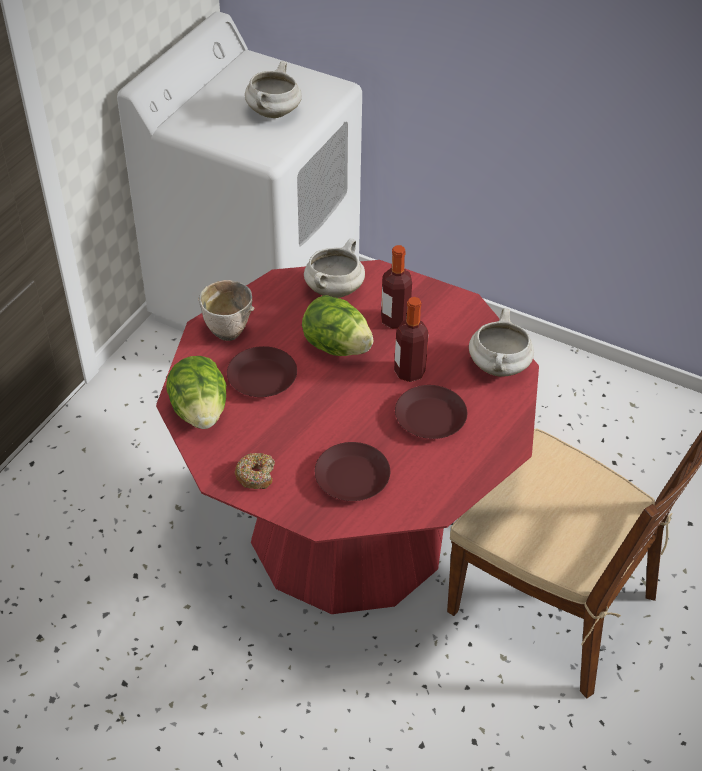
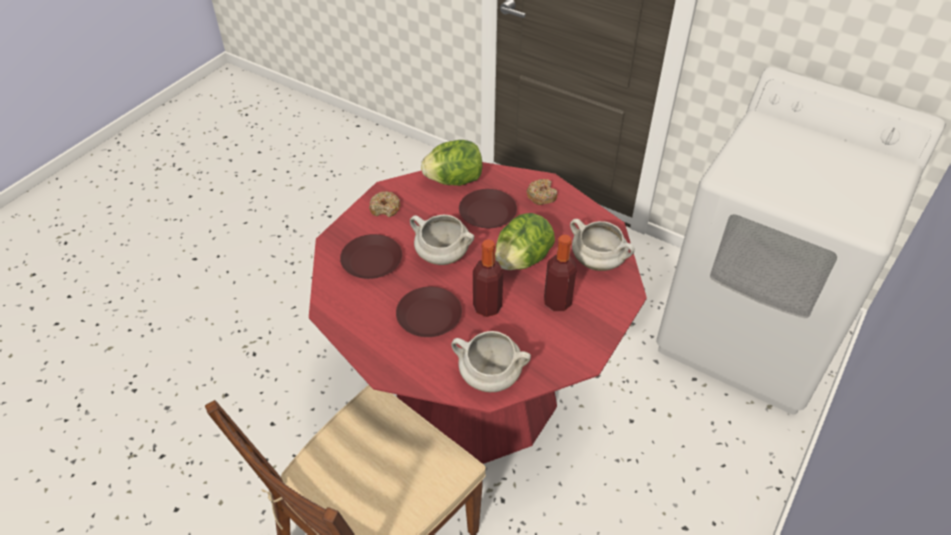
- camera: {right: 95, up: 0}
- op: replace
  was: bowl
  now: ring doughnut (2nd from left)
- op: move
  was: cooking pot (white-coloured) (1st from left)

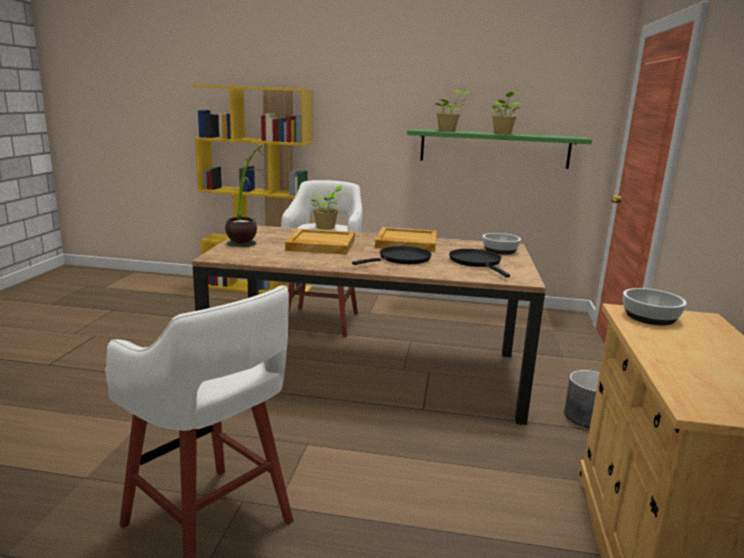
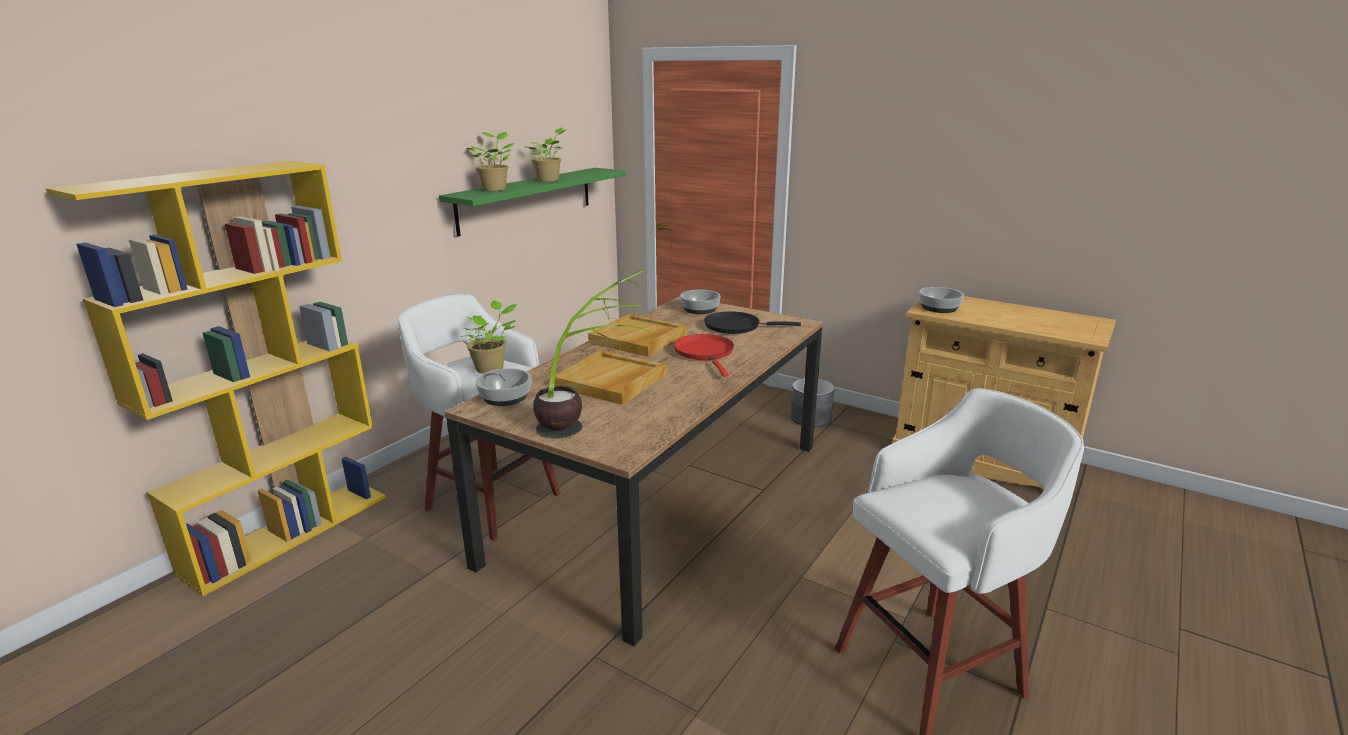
- camera: {right: -65, up: 5}
- op: recolor
  was: pan (black) (1st from left)
  now: pan (reddish)
- op: insert
  now: bowl (1st from left)

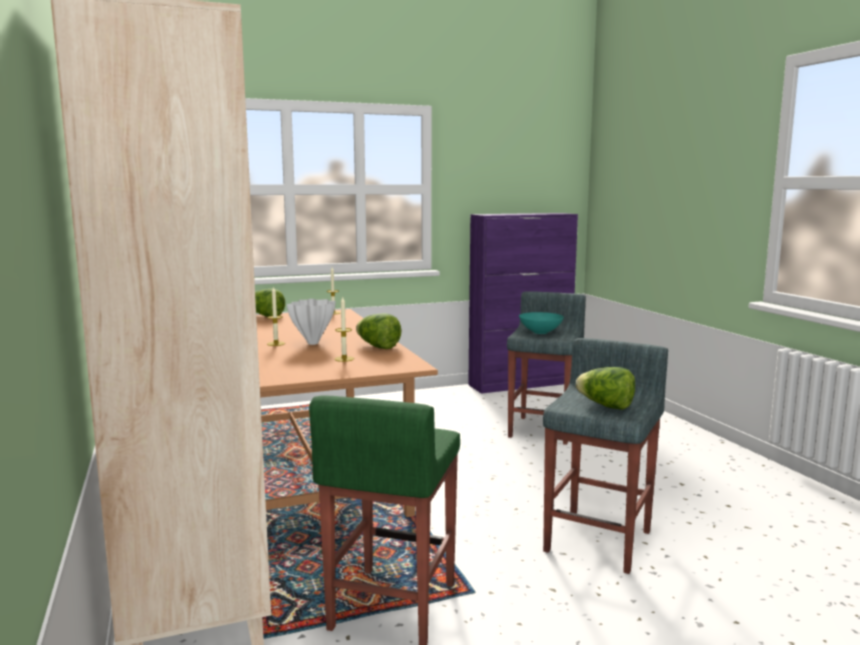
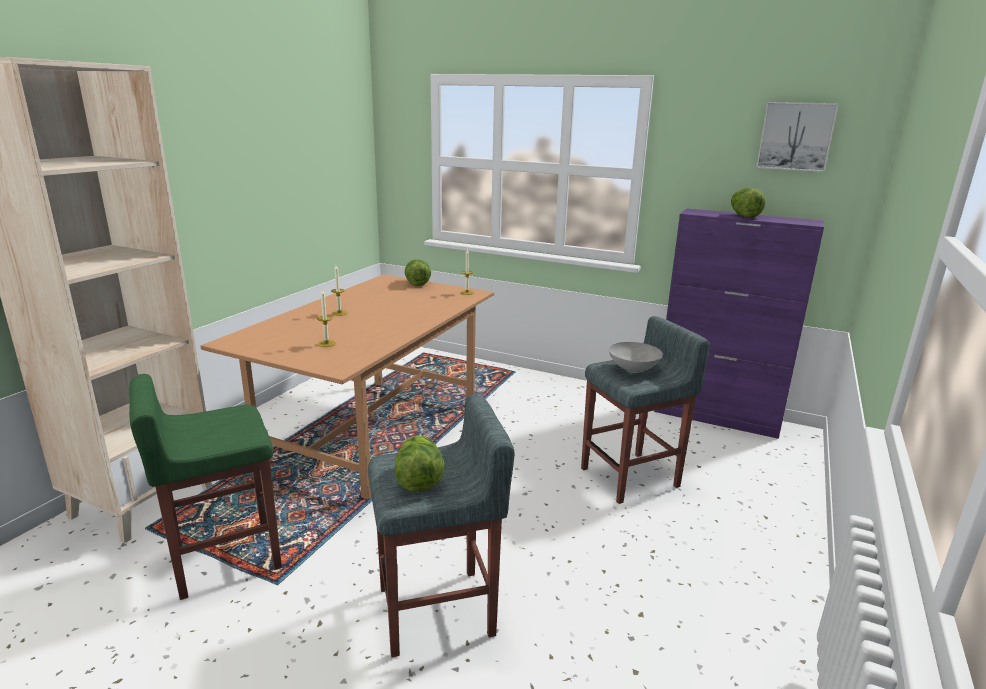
- camera: {right: 45, up: 10}
- op: delete
  was: vase (white-coloured)
- op: move
  was: lettuce (2nd from left in the first image)
  now: lettuce (3rd from left)
- op: recolor
  was: bowl (turquoise)
  now: bowl (gray)
- op: insert
  now: picture

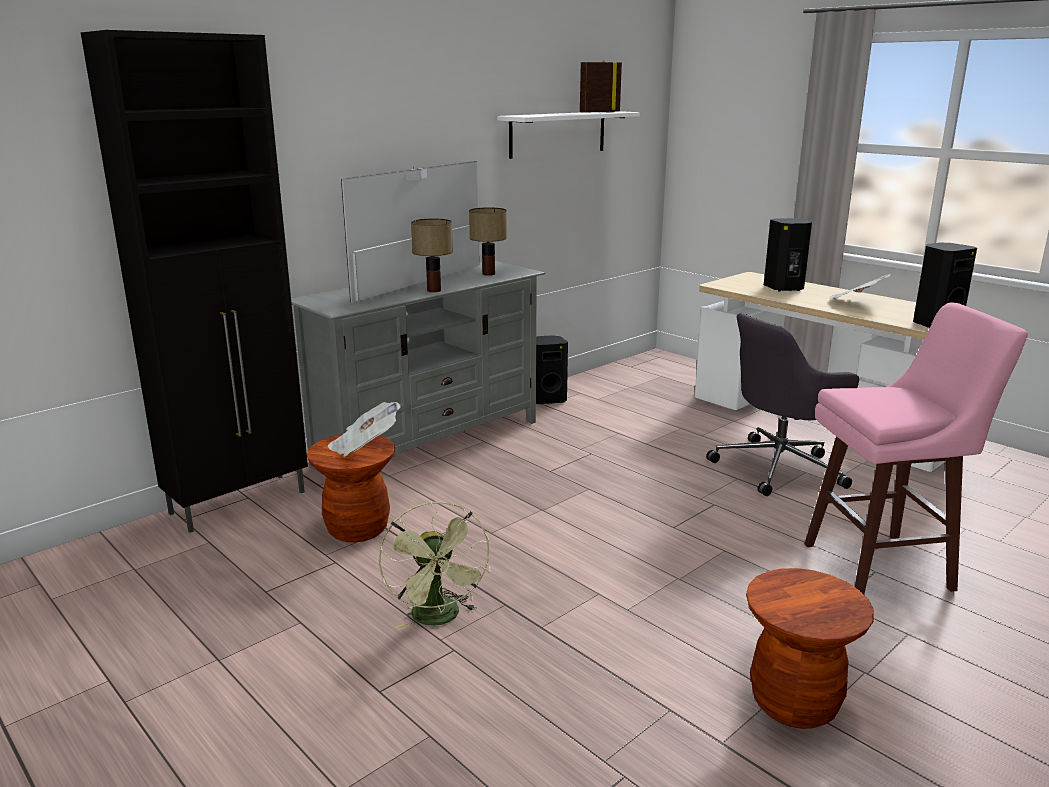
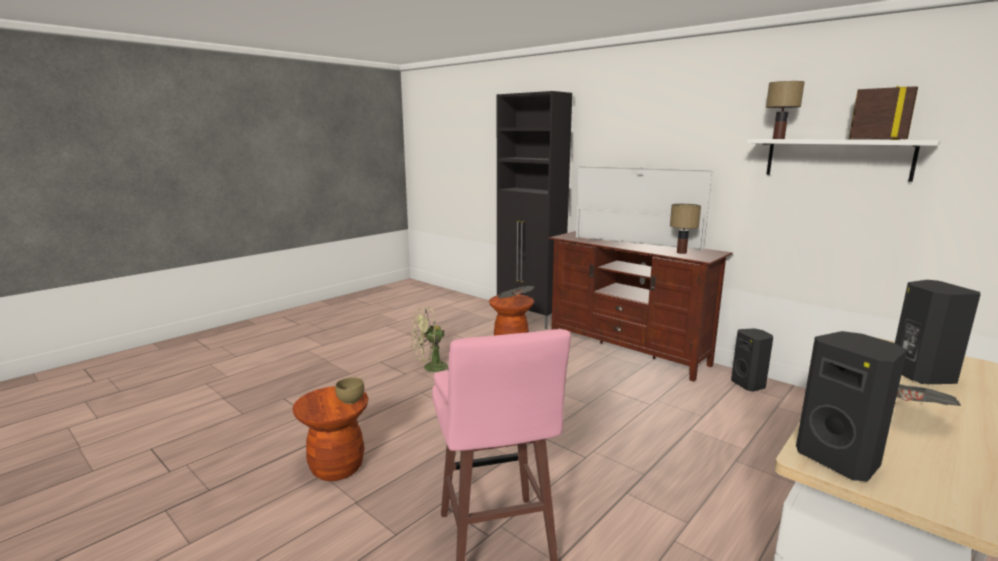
- camera: {right: 85, up: -5}
- op: recolor
  was: media console (gray)
  now: media console (brownish)
- op: move
  was: lamp for a table (1st from left in the first image)
  now: lamp for a table (2nd from left)
- op: delete
  was: office chair (gray)
- op: insert
  now: bowl (brownish)

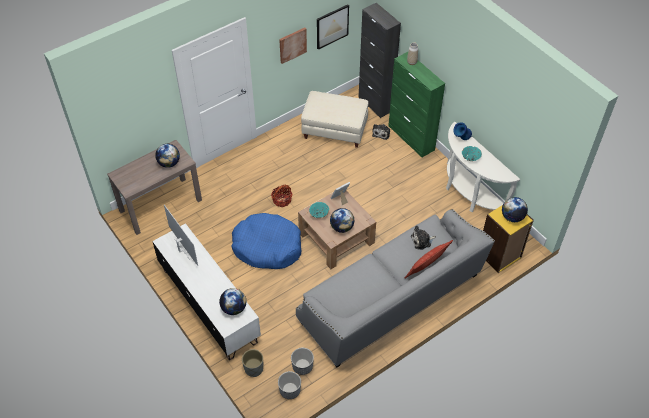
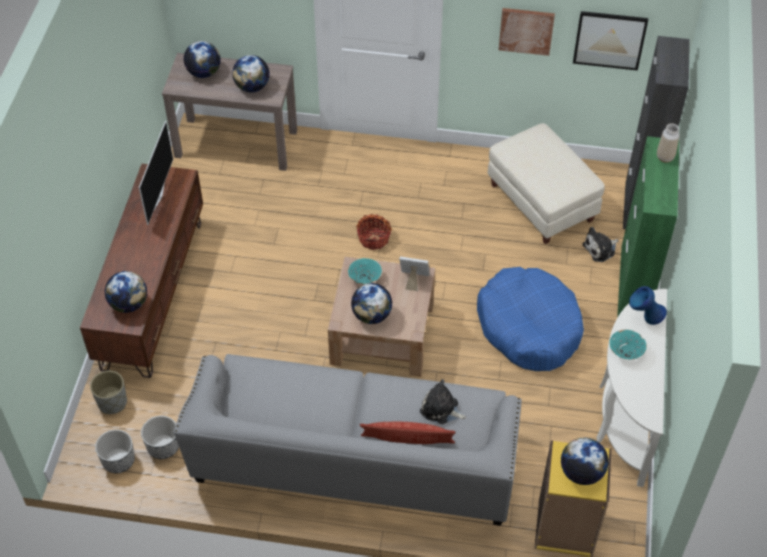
- camera: {right: 45, up: 0}
- op: recolor
  was: media console (white-coloured)
  now: media console (brownish)
- op: move
  was: dog cushion (blue)
- op: insert
  now: world globe (2nd from left)

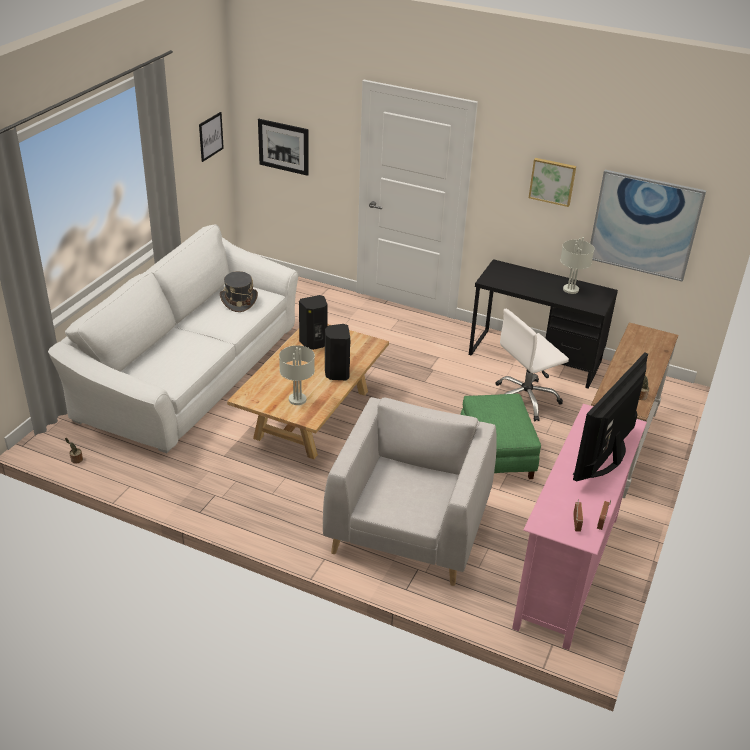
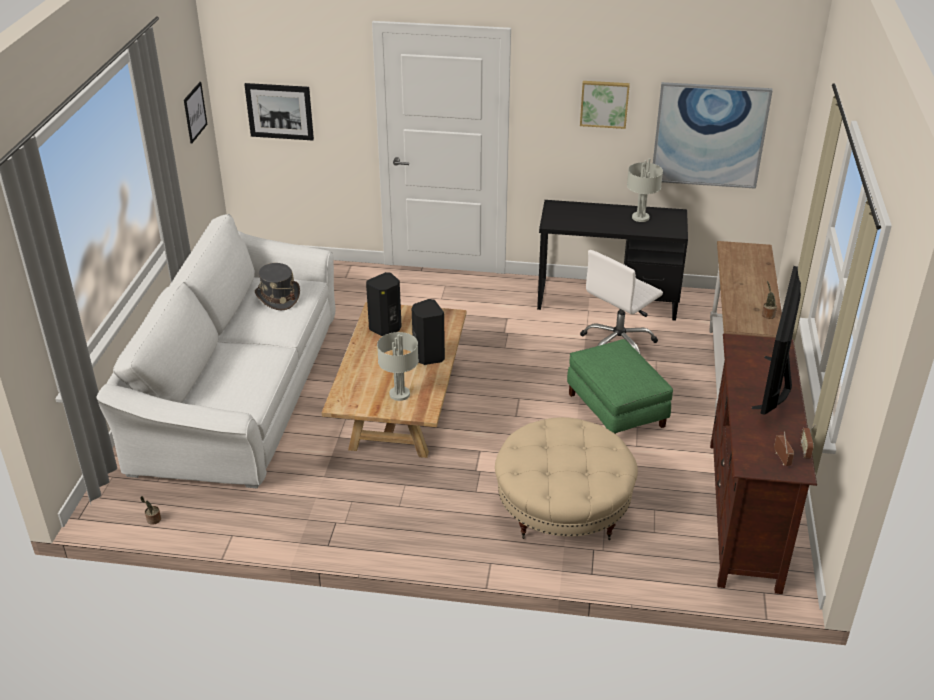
- camera: {right: -15, up: 0}
- op: replace
  was: lounge chair (gray)
  now: pouffe (beige)
- op: recolor
  was: media console (pinkish)
  now: media console (brownish)

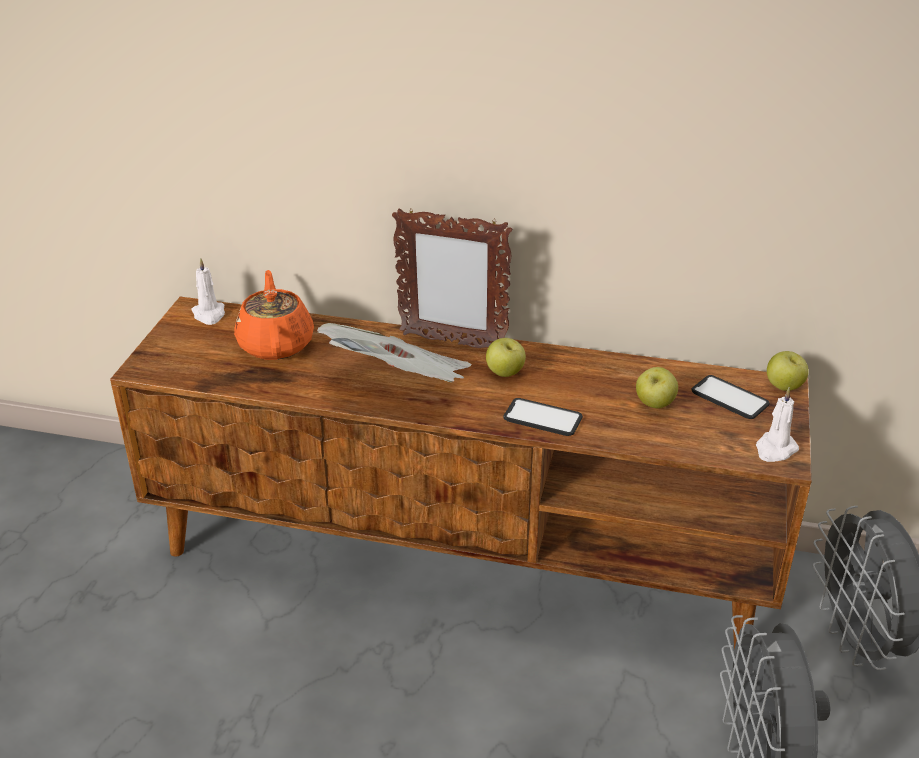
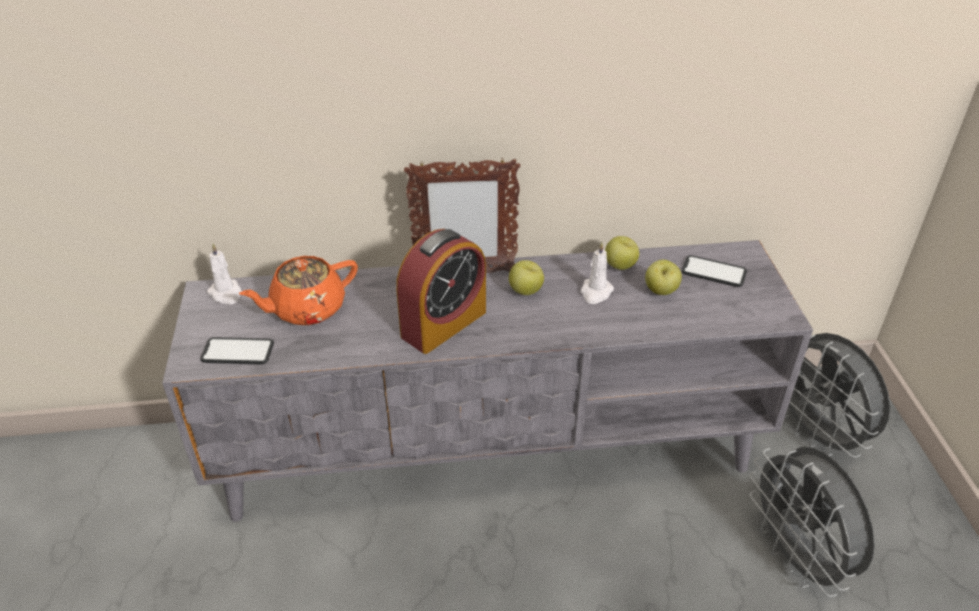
- camera: {right: -20, up: 5}
- op: recolor
  was: media console (brownish)
  now: media console (gray)
- op: rotate
  was: teapot (orange)
  clockwise: -90
- op: replace
  was: newspaper
  now: alarm clock
- op: move
  was: handset (1st from left)
- op: move
  was: candle (white-coloured) (2nd from left)
- op: move
  was: whole apple (3rd from left in the first image)
  now: whole apple (2nd from left)

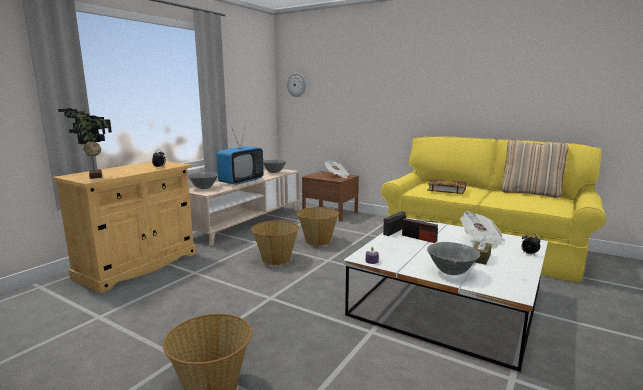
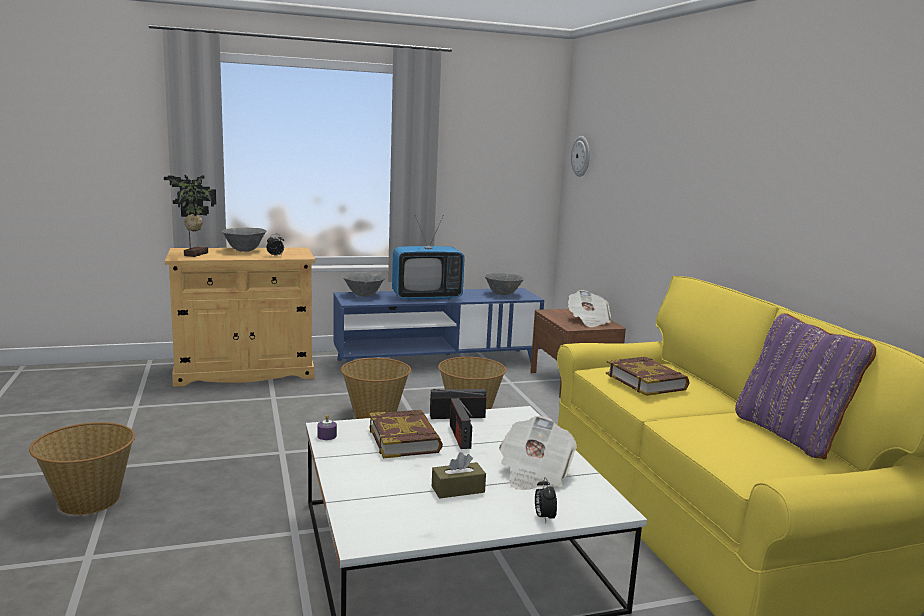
- camera: {right: 40, up: 0}
- op: recolor
  was: media console (beige)
  now: media console (blue)
- op: move
  was: bowl (gray) (3rd from left in the first image)
  now: bowl (gray) (1st from left)
- op: recolor
  was: throw pillow (beige)
  now: throw pillow (purple-coloured)
- op: insert
  now: volume (1st from left)

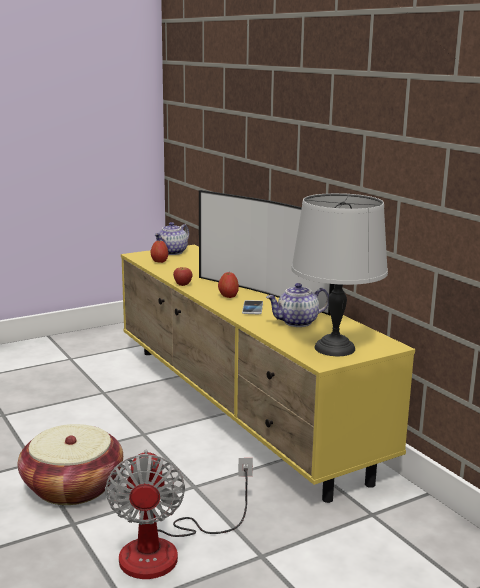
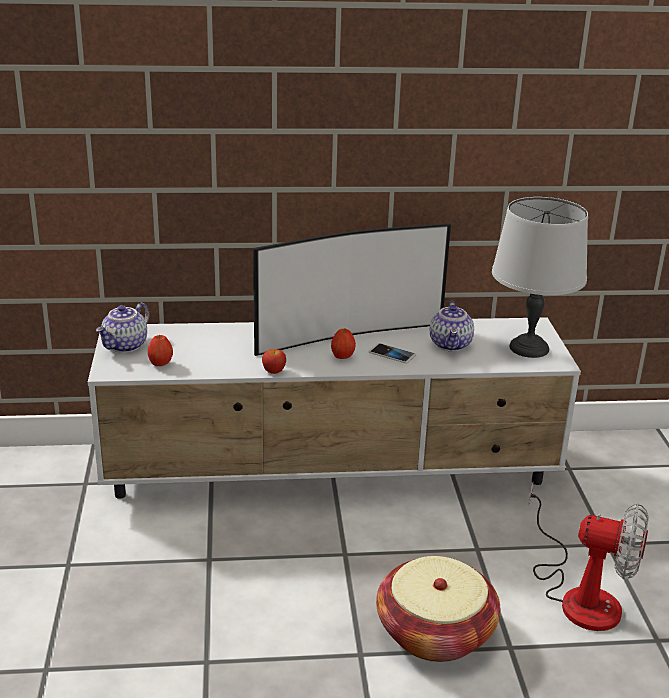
- camera: {right: -65, up: 10}
- op: recolor
  was: media console (yellow-coloured)
  now: media console (white-coloured)
- op: rotate
  was: teapot (1st from left)
  clockwise: 60

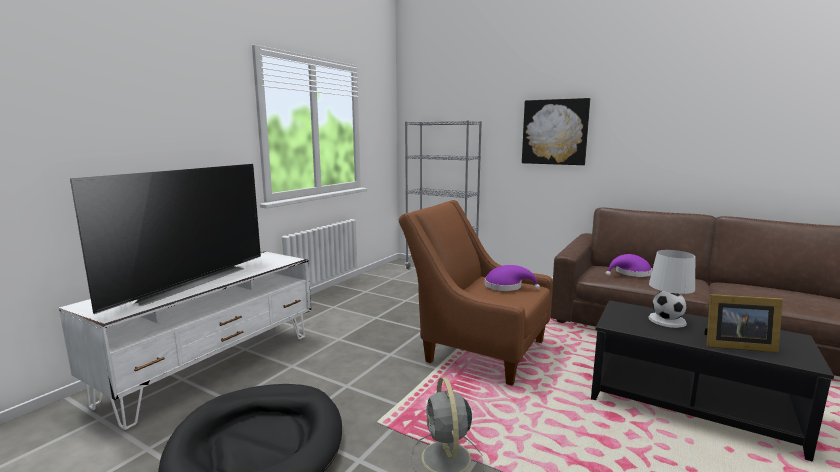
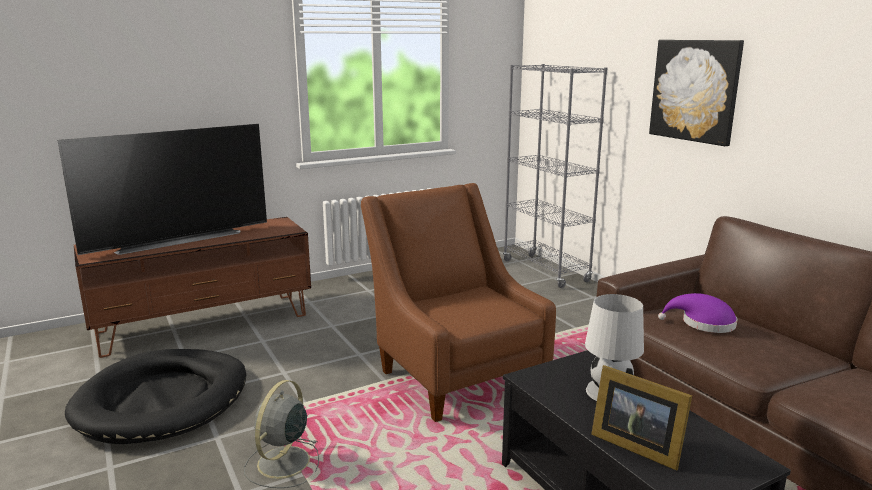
- camera: {right: 30, up: 5}
- op: recolor
  was: media console (white-coloured)
  now: media console (brownish)
- op: delete
  was: clothing hat (purple-coloured) (1st from left)

